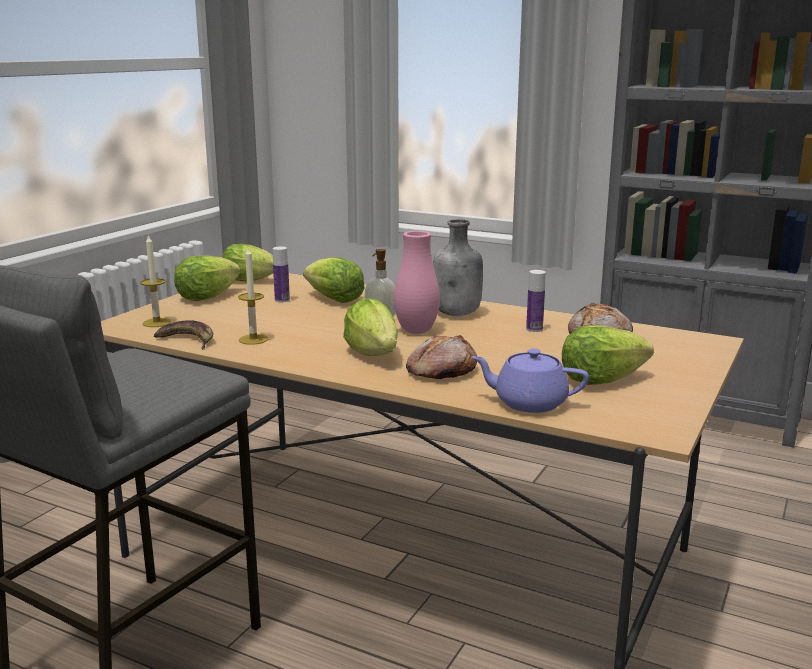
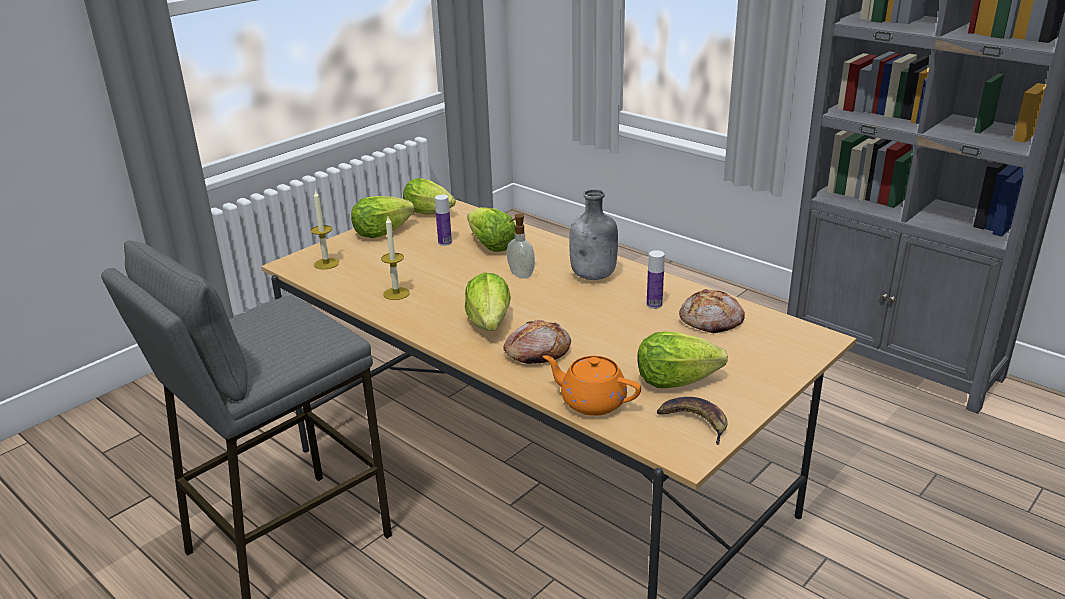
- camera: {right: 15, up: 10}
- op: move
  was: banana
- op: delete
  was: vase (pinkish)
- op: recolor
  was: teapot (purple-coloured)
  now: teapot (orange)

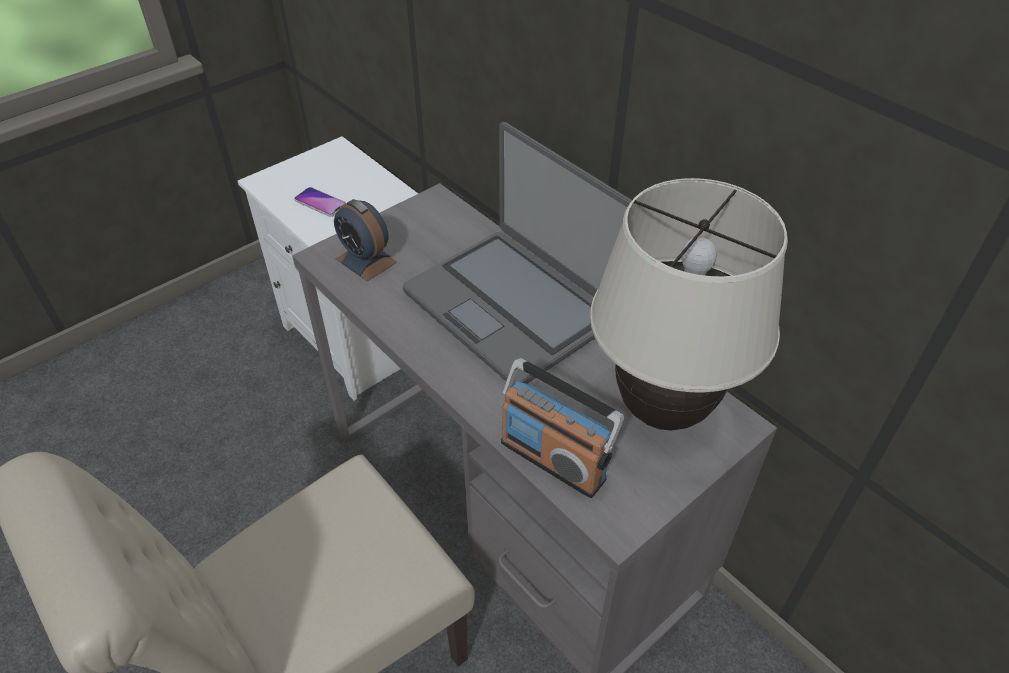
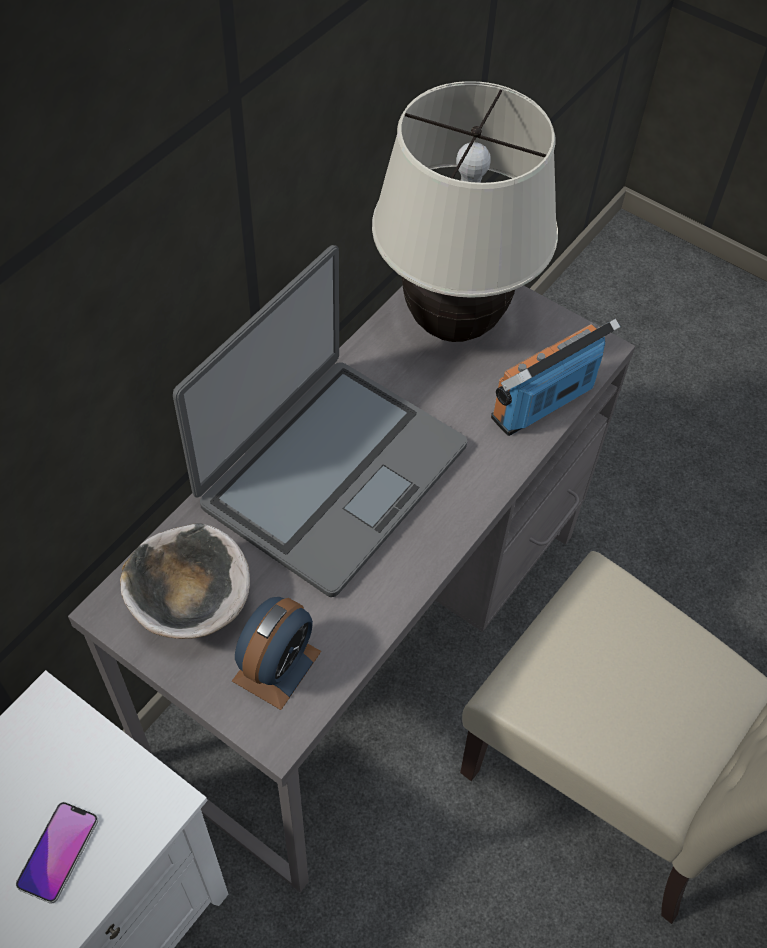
- camera: {right: -105, up: 10}
- op: rotate
  was: radio receiver
  clockwise: -150
- op: insert
  now: bowl

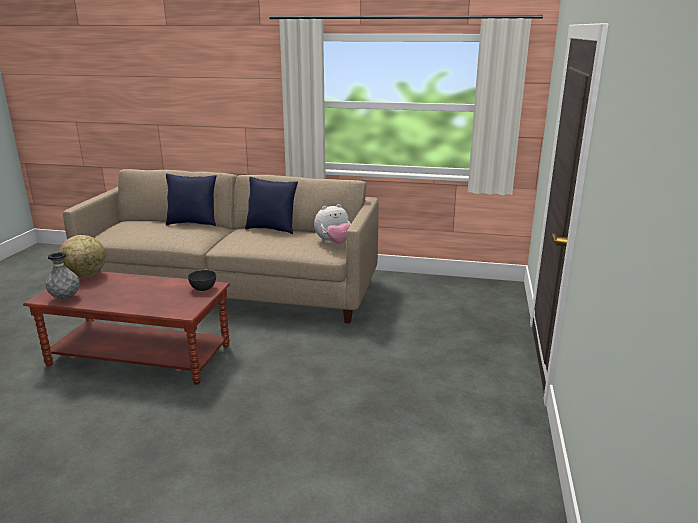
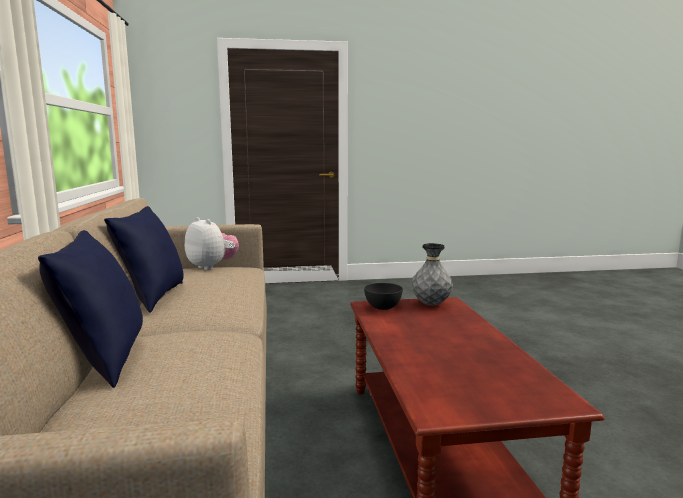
- camera: {right: -110, up: -10}
- op: move
  was: vase (gray)
- op: delete
  was: world globe

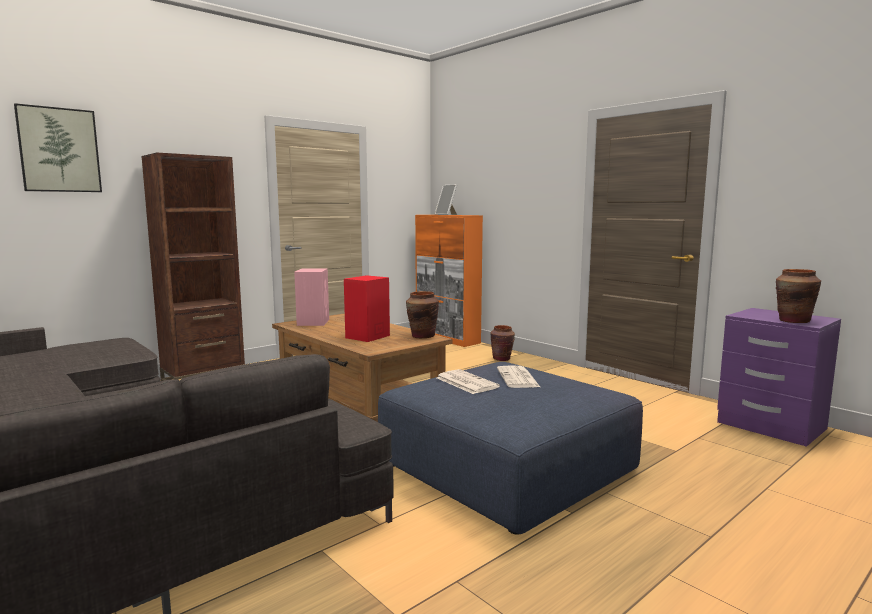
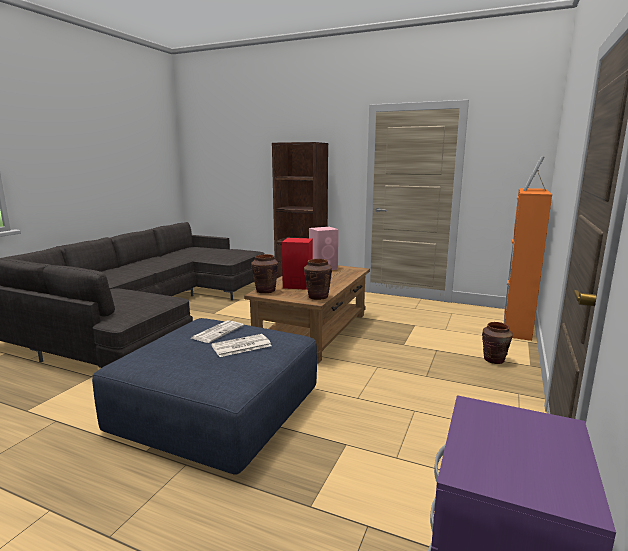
- camera: {right: 65, up: 5}
- op: delete
  was: picture
- op: move
  was: vase (brownish) (3rd from left in the first image)
  now: vase (brownish) (1st from left)

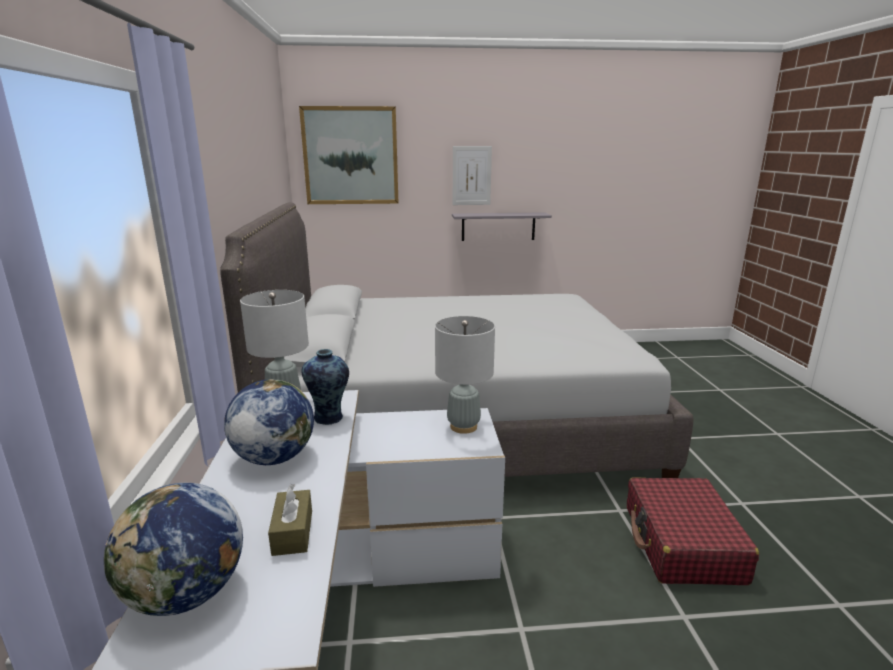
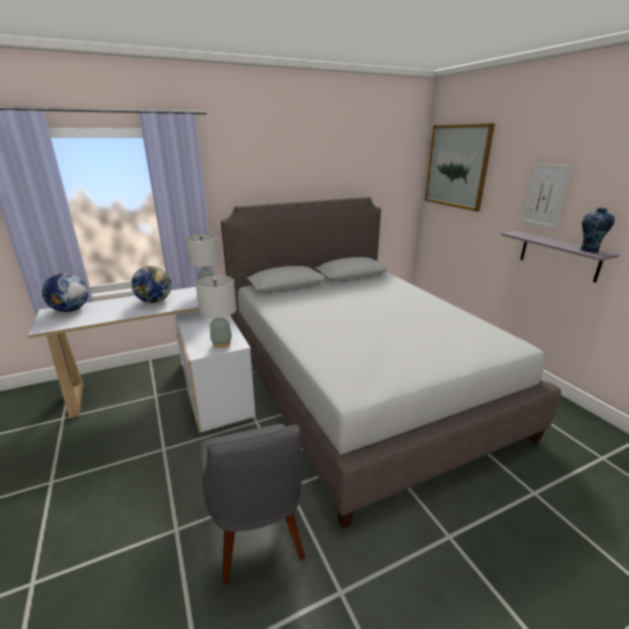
- camera: {right: 70, up: 5}
- op: delete
  was: tissue box (brownish)
- op: move
  was: vase
- op: replace
  was: suitcase (reddish)
  now: plain chair (gray)

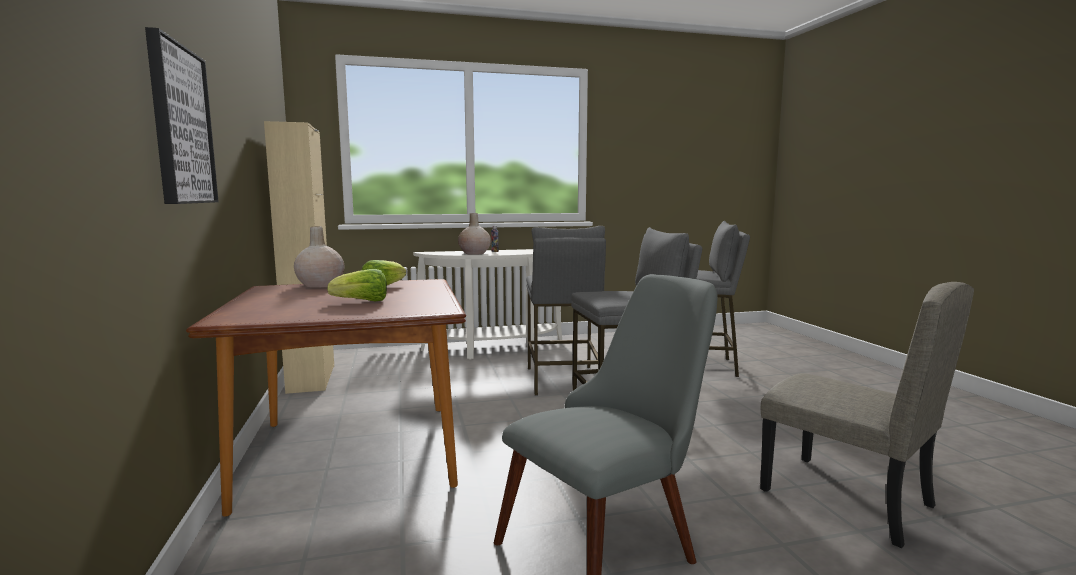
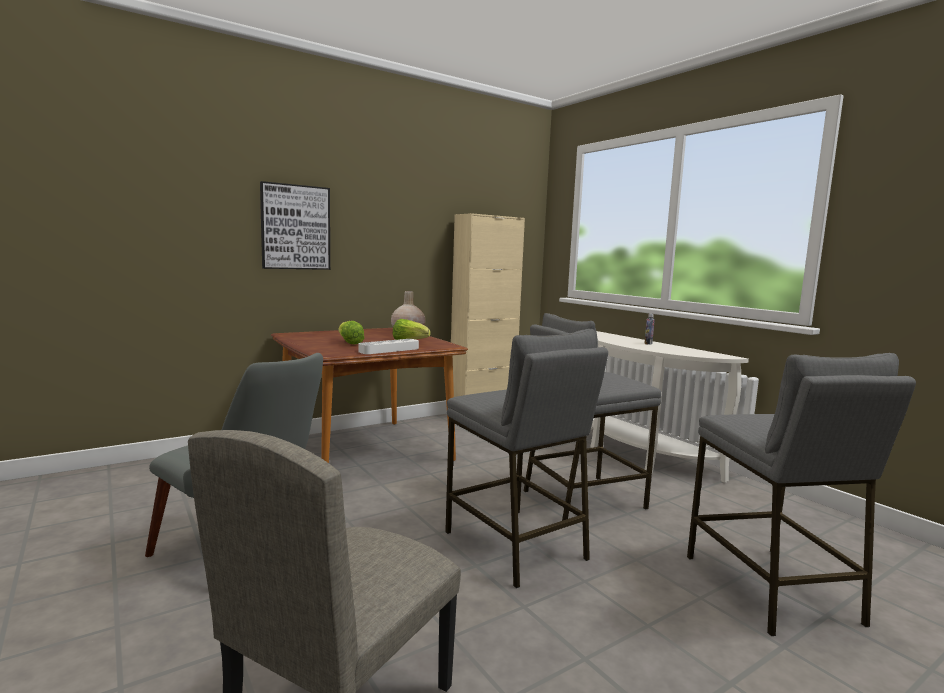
- camera: {right: 70, up: 0}
- op: delete
  was: vase (beige) (2nd from left)
- op: insert
  now: tray (white-coloured)

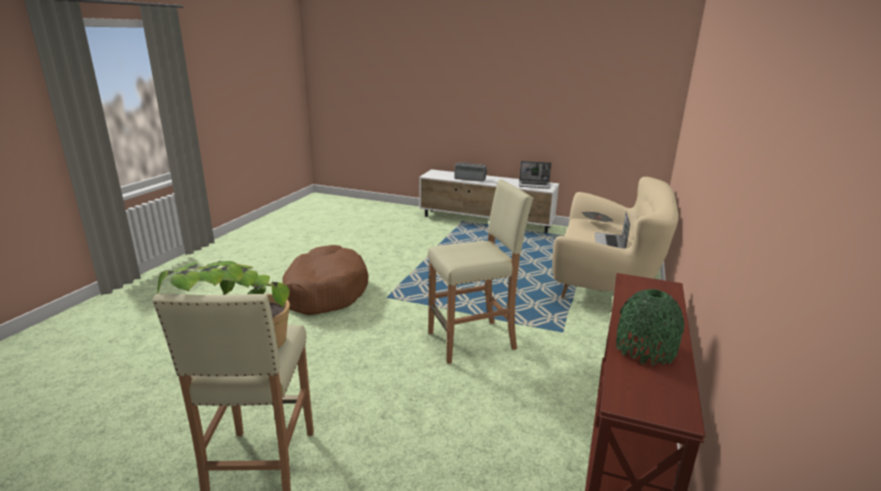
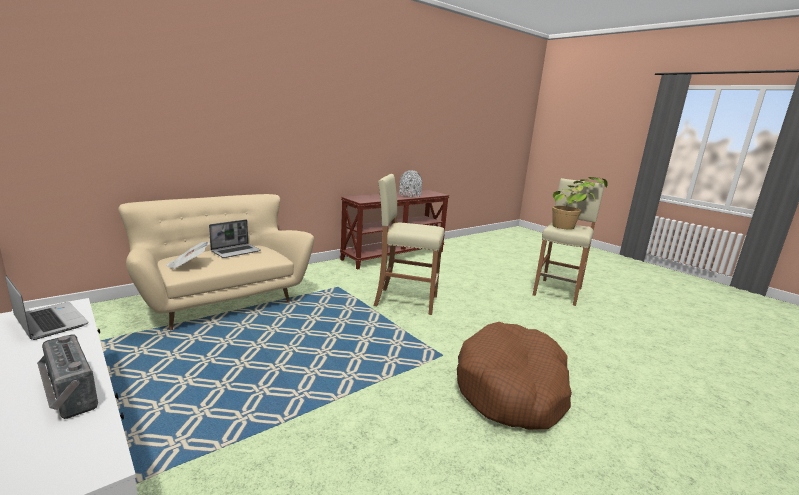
- camera: {right: -150, up: -5}
- op: recolor
  was: vase (green-coloured)
  now: vase (gray)

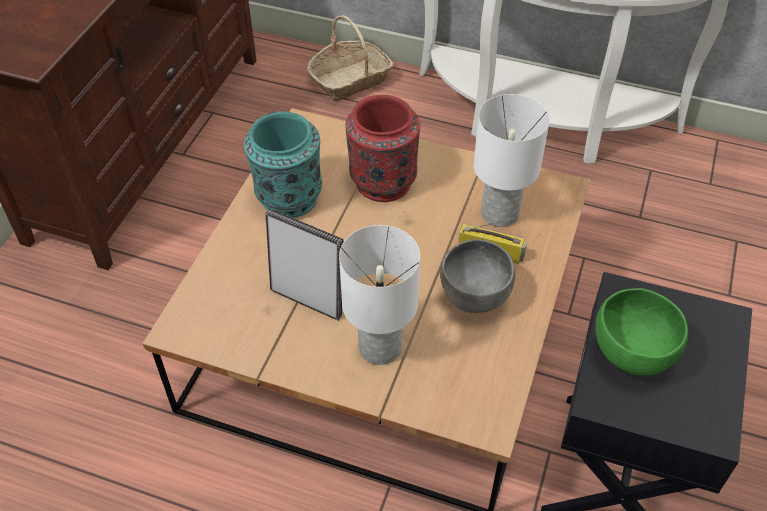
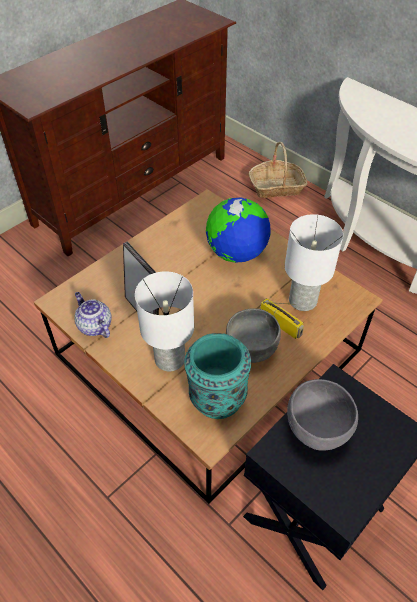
- camera: {right: 25, up: 0}
- op: move
  was: vase (turquoise)
- op: replace
  was: vase (reddish)
  now: world globe
- op: recolor
  was: bowl (green-coloured)
  now: bowl (gray) (2nd from left)
- op: insert
  now: teapot

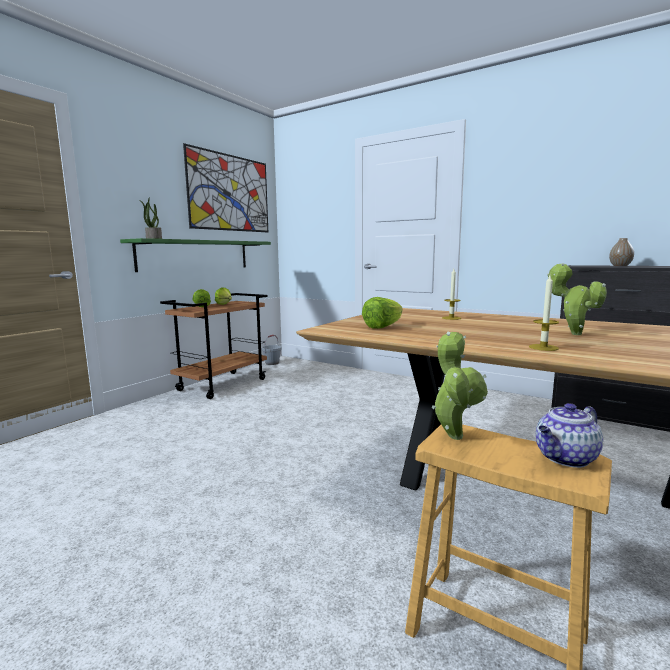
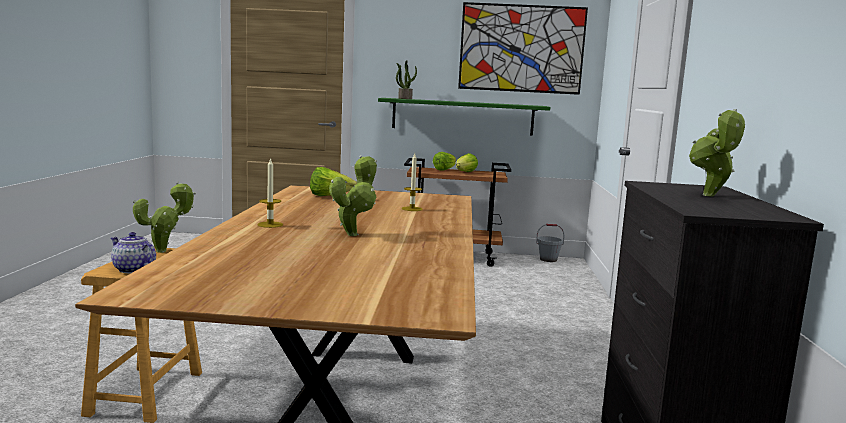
- camera: {right: 60, up: 0}
- op: replace
  was: vase
  now: plant in a pot (4th from left)

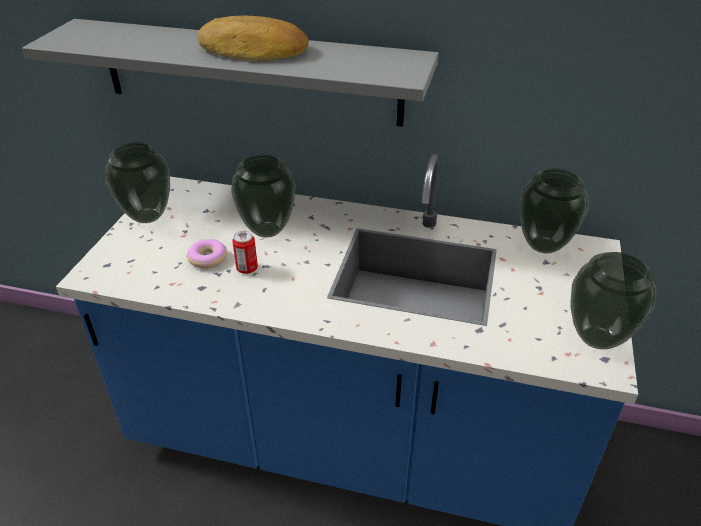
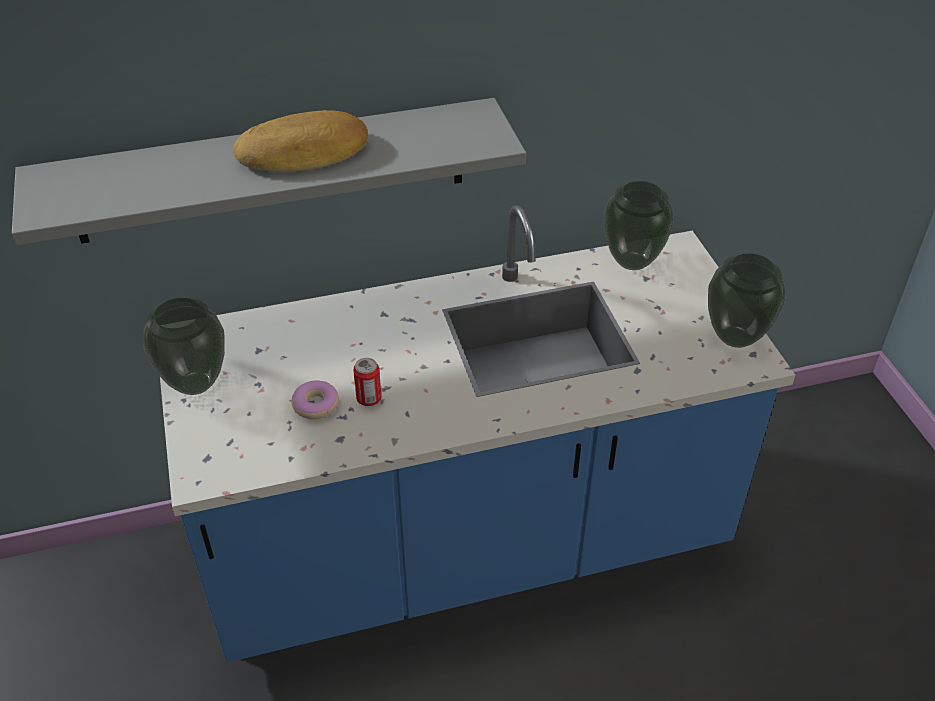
- camera: {right: -30, up: 5}
- op: delete
  was: vase (2nd from left)

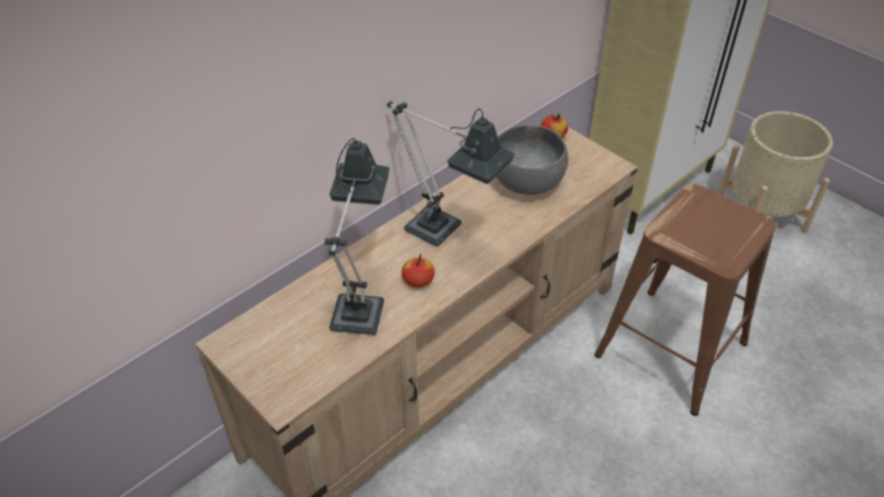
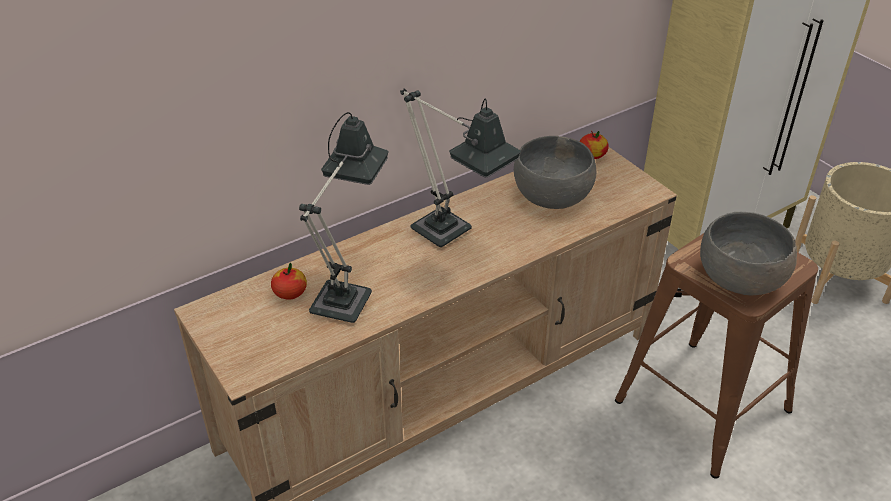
- camera: {right: 10, up: -5}
- op: move
  was: whole apple (1st from left)
- op: insert
  now: bowl (gray) (2nd from left)

